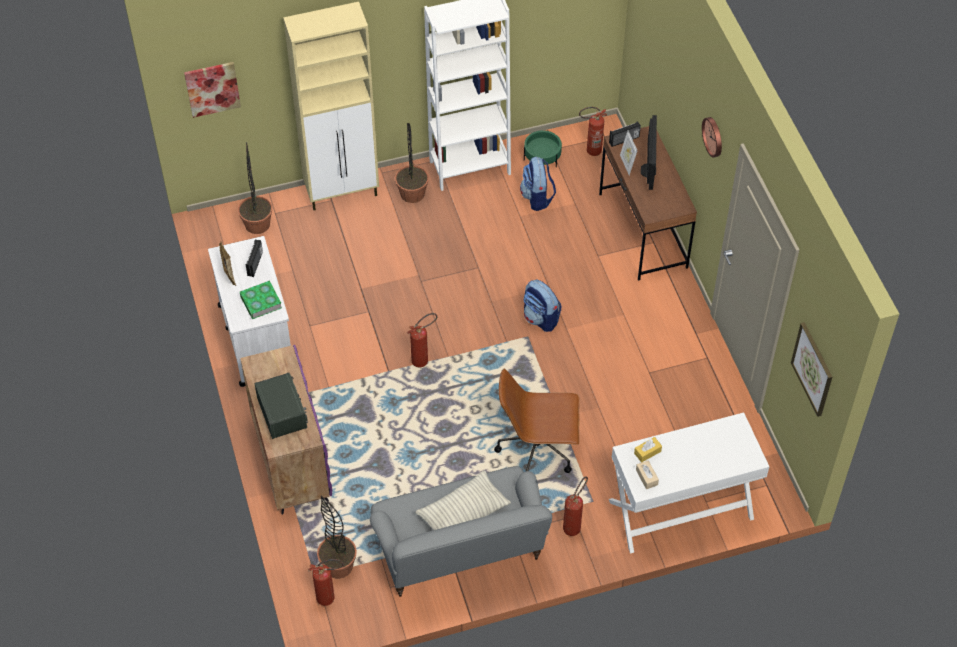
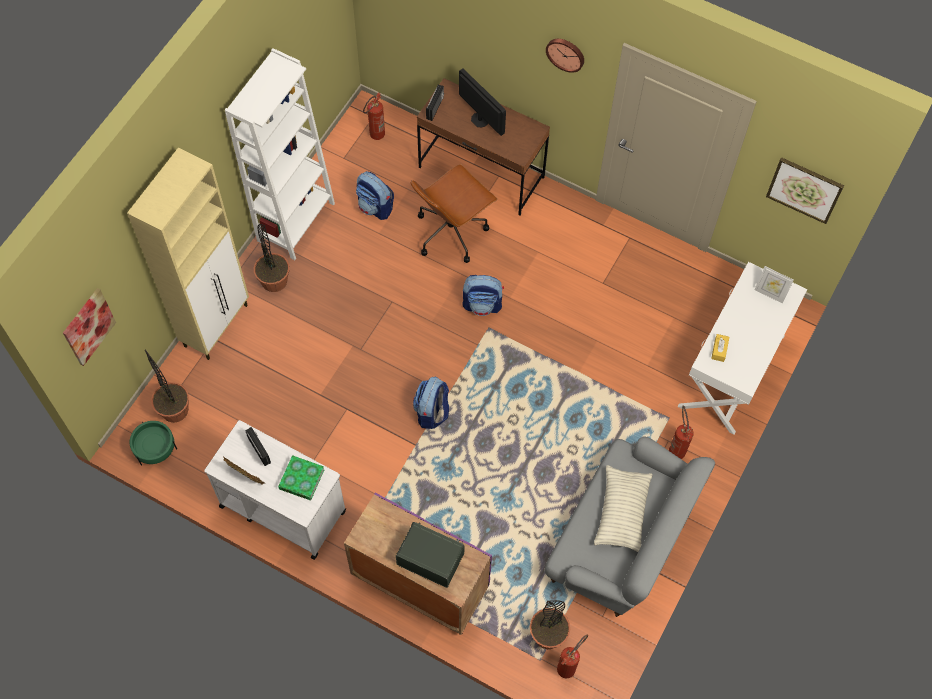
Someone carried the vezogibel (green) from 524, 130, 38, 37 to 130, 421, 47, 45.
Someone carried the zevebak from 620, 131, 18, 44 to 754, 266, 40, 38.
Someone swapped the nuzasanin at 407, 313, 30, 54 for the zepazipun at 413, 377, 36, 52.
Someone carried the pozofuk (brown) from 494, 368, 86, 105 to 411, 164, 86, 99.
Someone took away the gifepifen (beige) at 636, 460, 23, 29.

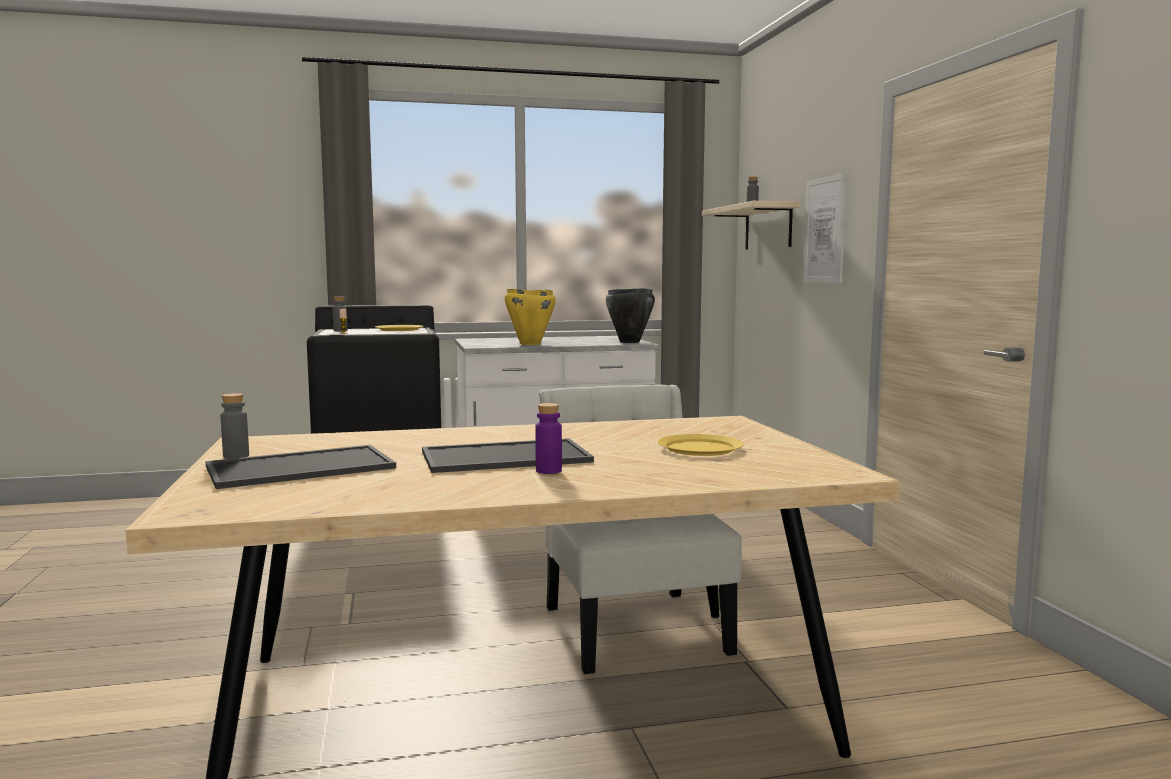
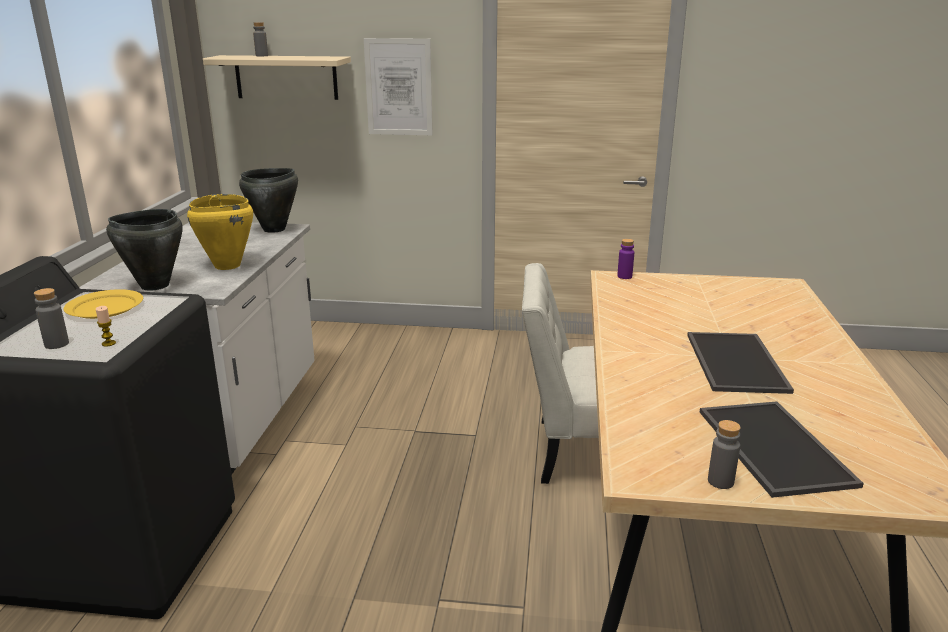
Someone carried the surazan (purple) from 535, 403, 27, 71 to 617, 239, 17, 40.
Someone took away the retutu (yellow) at 658, 434, 86, 22.
Someone put down the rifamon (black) at 106, 209, 77, 81.

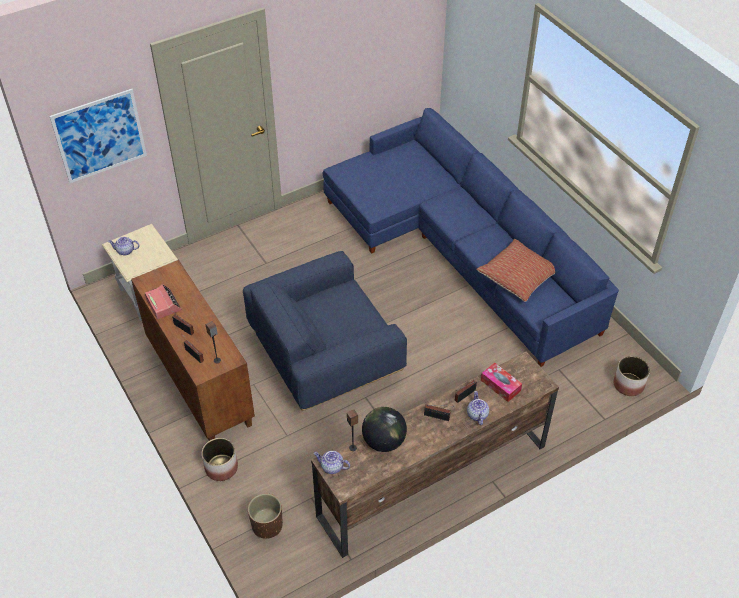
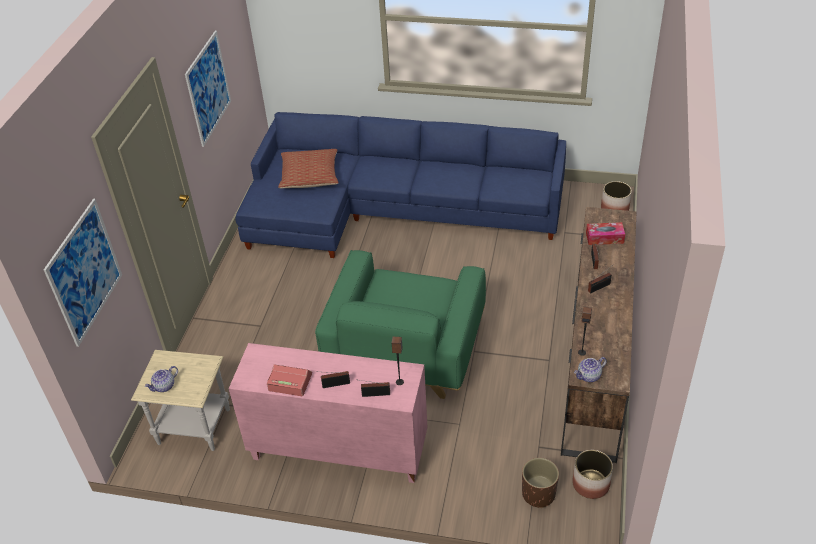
Someone carried the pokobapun from 476, 239, 79, 63 to 278, 149, 60, 39.
Someone repainted the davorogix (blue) at 243, 251, 164, 160, which became the davorogix (green) at 315, 250, 171, 149.
Someone repainted the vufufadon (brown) at 131, 260, 124, 181, which became the vufufadon (pink) at 229, 343, 198, 140.
Someone took away the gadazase at 467, 391, 22, 34.
Someone took away the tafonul at 362, 407, 45, 45.
Someone carried the vezogibel from 202, 438, 36, 43 to 572, 450, 41, 49.
Someone put up the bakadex at 185, 31, 46, 116.

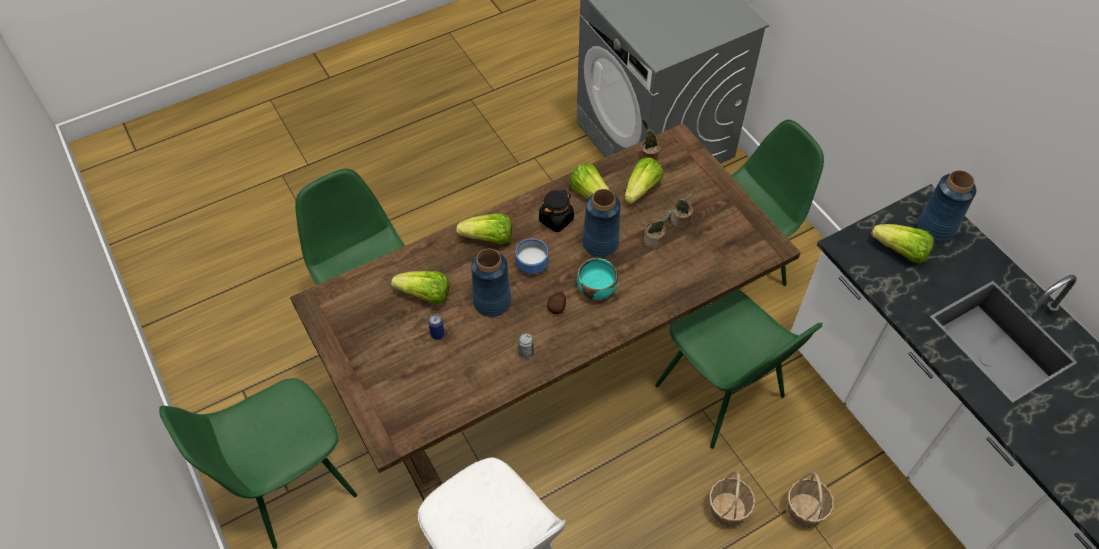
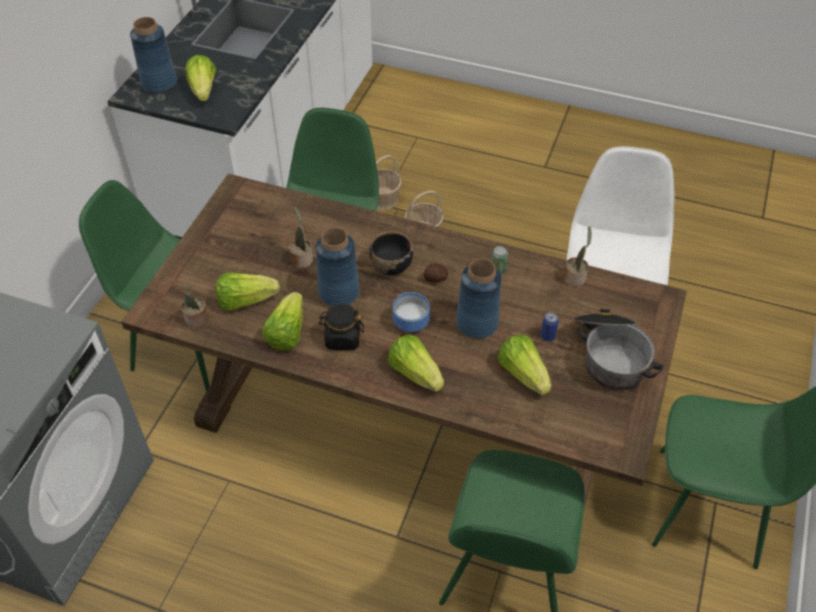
Someone carried the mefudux from 671, 193, 22, 35 to 563, 226, 29, 61.
Someone repainted the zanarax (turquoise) at 577, 258, 41, 42, which became the zanarax (black) at 370, 231, 43, 45.
Someone put down the rifamon at 573, 308, 91, 82.

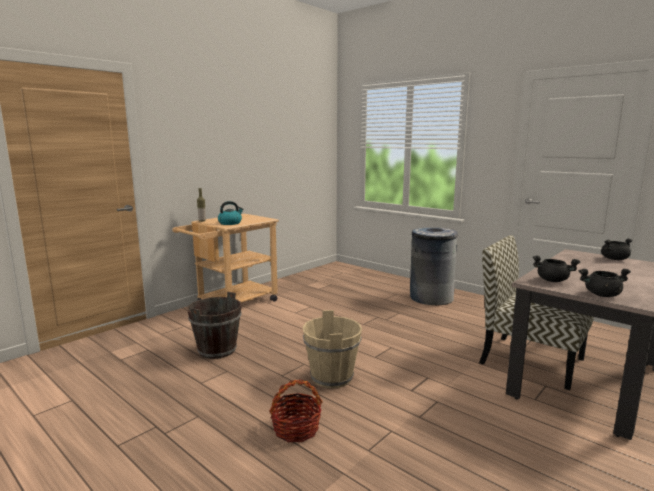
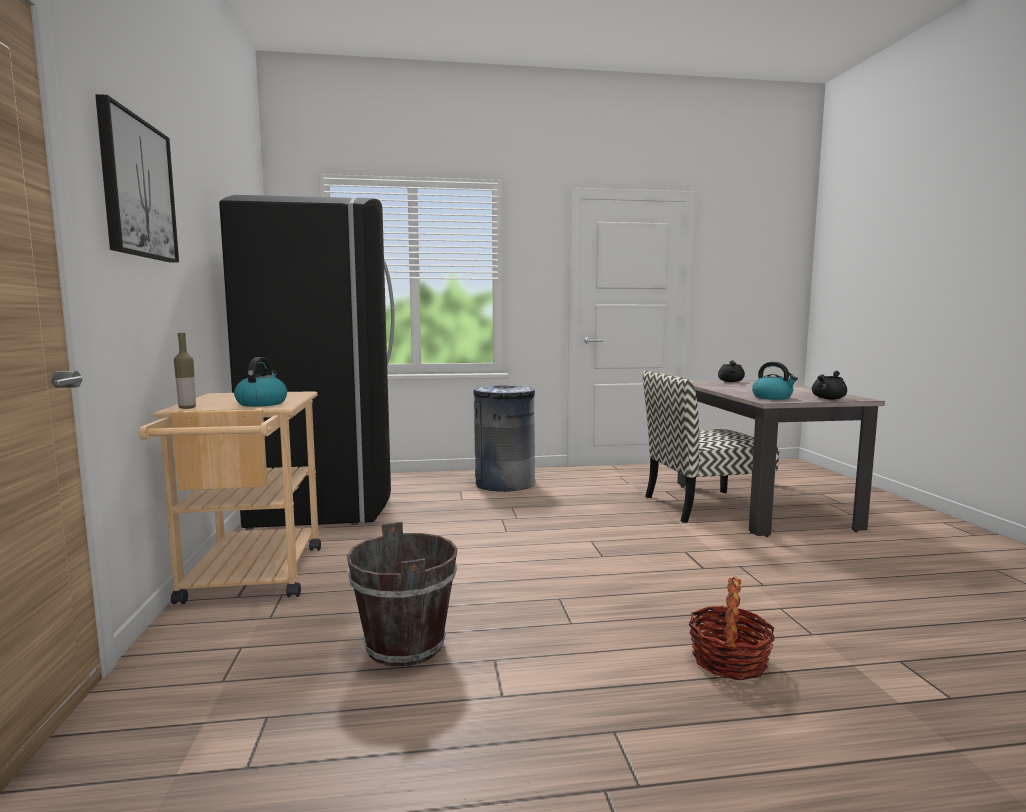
Someone swapped the rifamon (black) at 533, 255, 47, 27 for the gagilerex at 752, 362, 46, 38.
Someone took away the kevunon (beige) at 303, 310, 59, 78.
Someone put up the bakadex at 95, 94, 84, 169.
Someone put down the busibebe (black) at 219, 195, 176, 335.

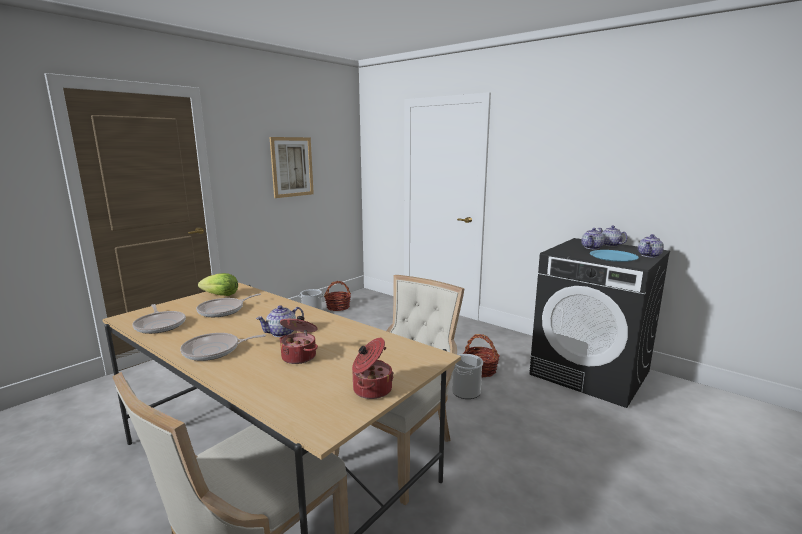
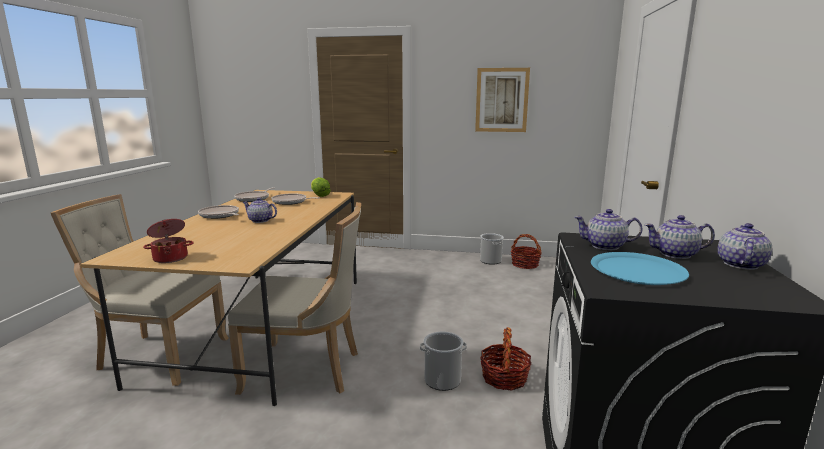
Someone carried the gadazase from 638, 234, 26, 24 to 574, 209, 69, 41.
Someone took away the rifamon at 280, 316, 38, 48.

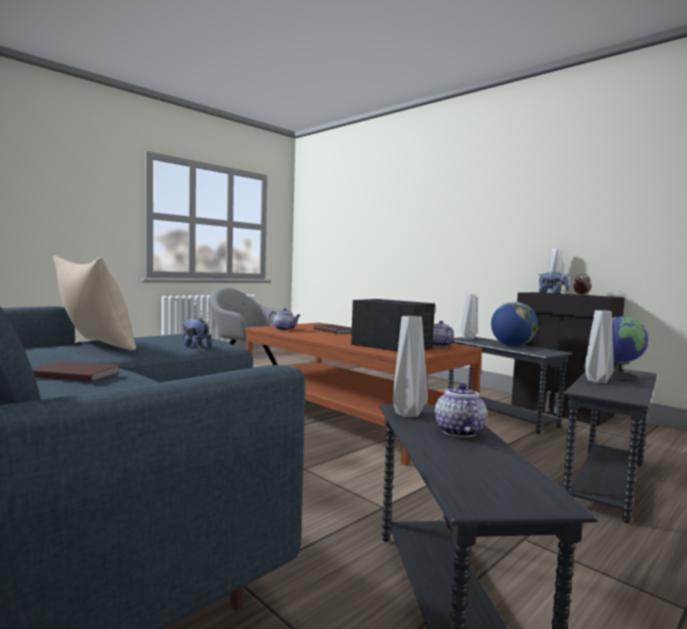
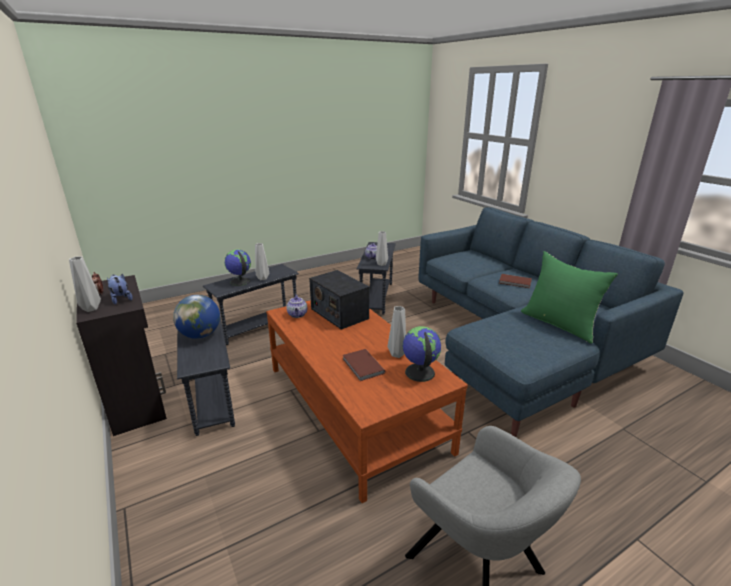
Someone repainted the pokobapun (beige) at 53, 255, 83, 96, which became the pokobapun (green) at 521, 251, 97, 93.
Someone carried the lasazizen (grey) from 460, 294, 17, 45 to 388, 306, 18, 52.
Someone swapped the gadazase at 269, 308, 32, 22 for the tafonul at 402, 326, 39, 56.
Someone took away the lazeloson at 183, 317, 29, 31.

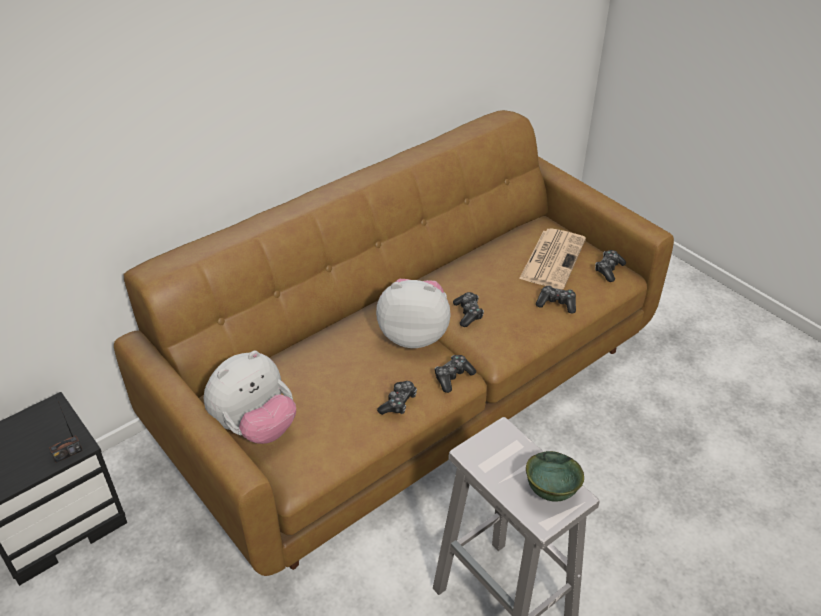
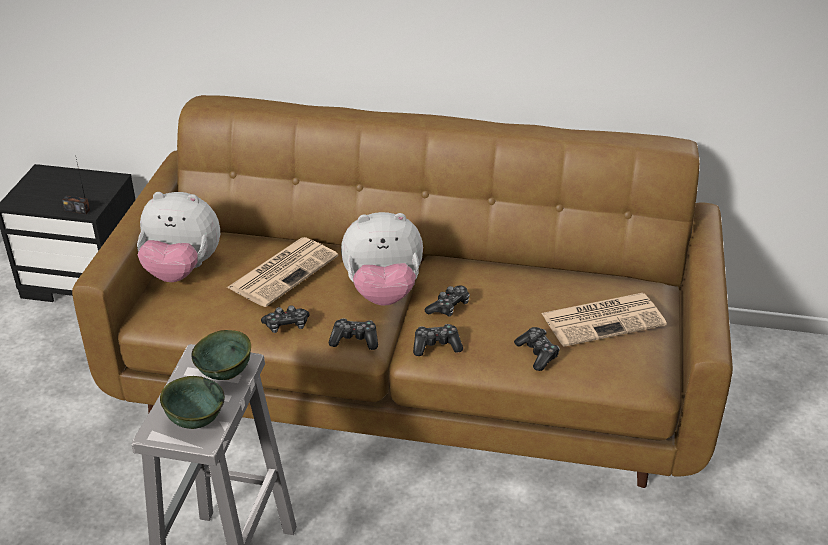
Someone carried the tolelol from 595, 250, 31, 32 to 413, 324, 50, 32.
Someone rotated the lazeloson at 376, 279, 75, 69 by 120 degrees clockwise.
Someone put down the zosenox at 226, 237, 112, 70.
Someone put down the zanarax (green) at 191, 330, 60, 50.

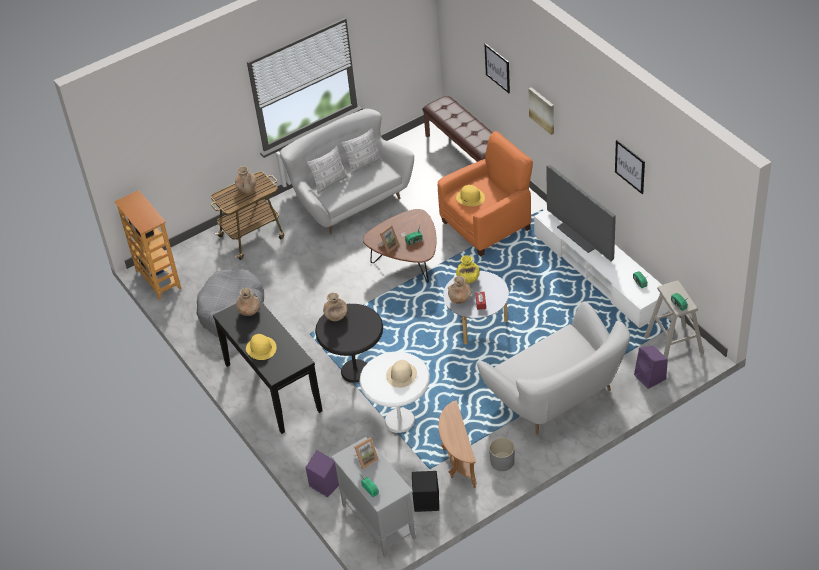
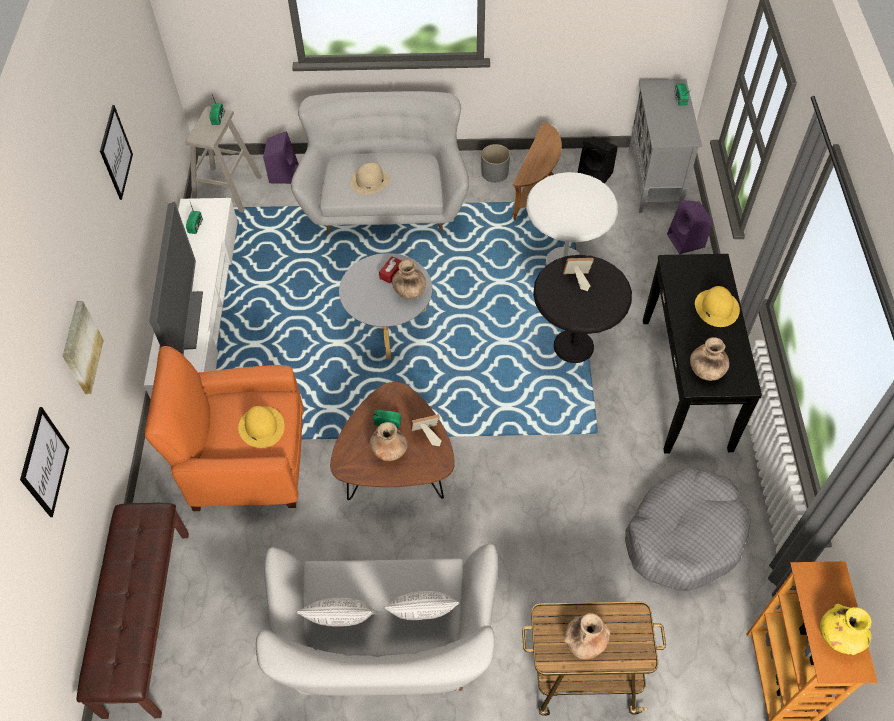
Someone carried the lasazizen (yellow) from 456, 255, 24, 28 to 820, 604, 51, 51.
Someone carried the lasazizen (brown) from 323, 293, 24, 28 to 369, 422, 38, 39.
Someone carried the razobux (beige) from 386, 360, 31, 28 to 350, 163, 40, 32.
Someone carried the zevebak from 353, 437, 26, 32 to 563, 258, 31, 33.

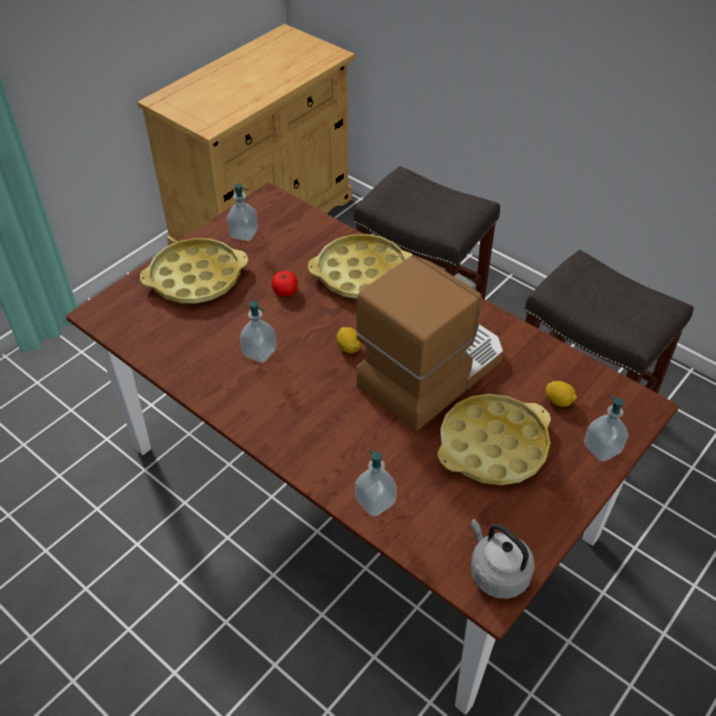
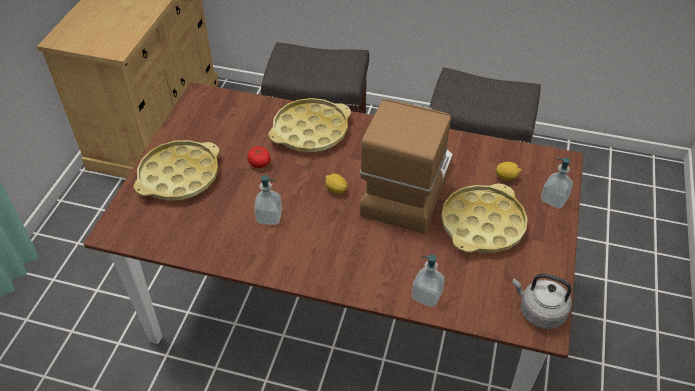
Someone took away the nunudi at 227, 184, 31, 57.

